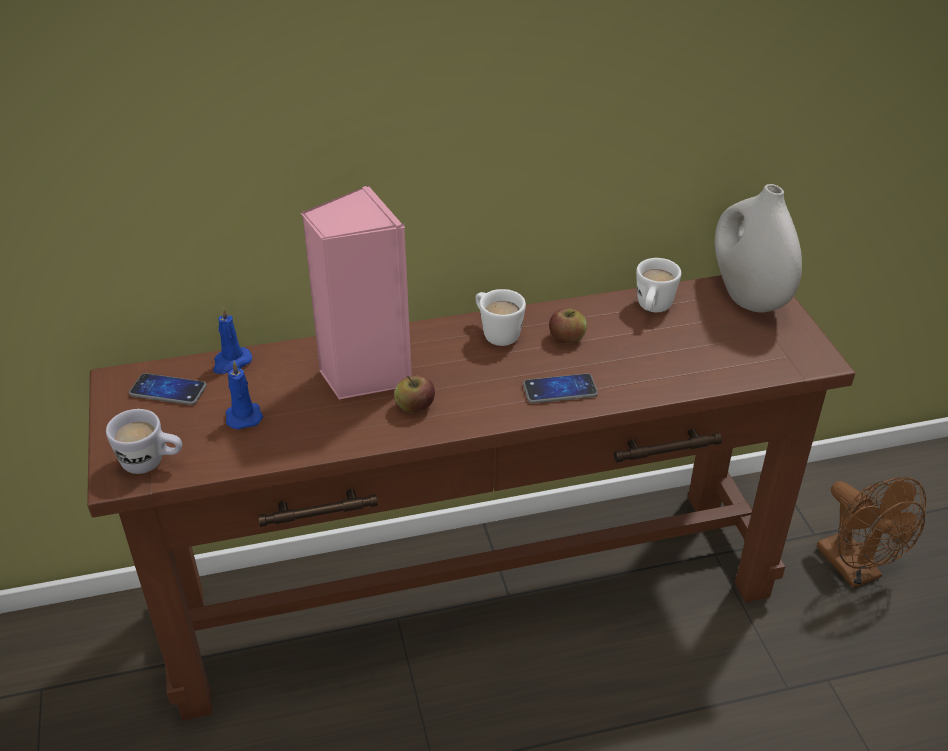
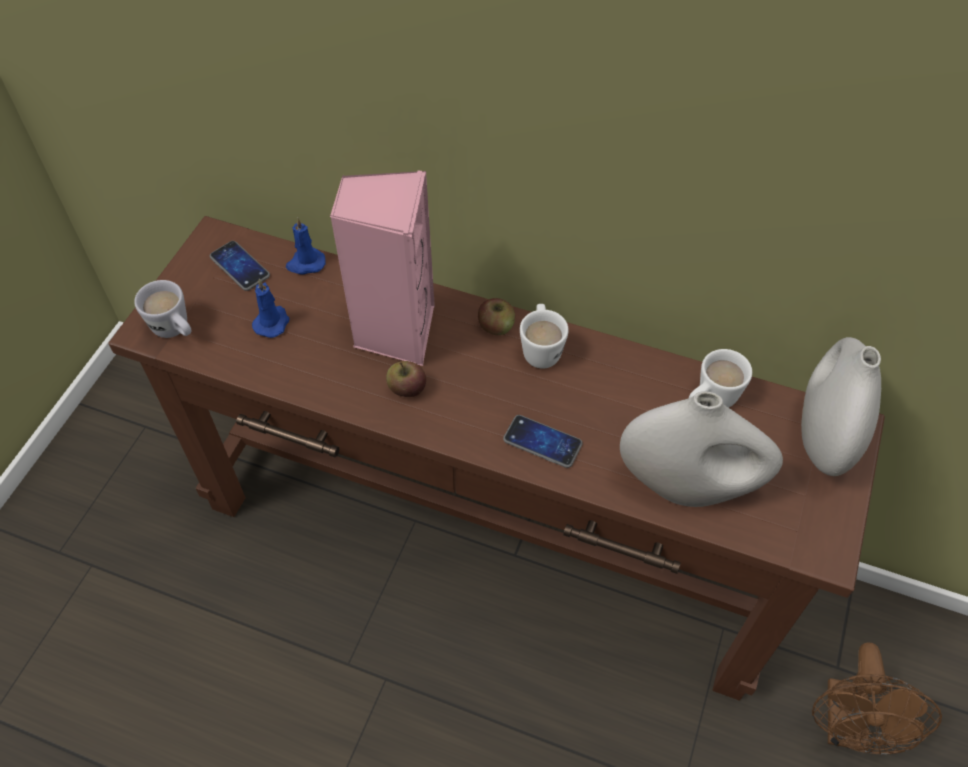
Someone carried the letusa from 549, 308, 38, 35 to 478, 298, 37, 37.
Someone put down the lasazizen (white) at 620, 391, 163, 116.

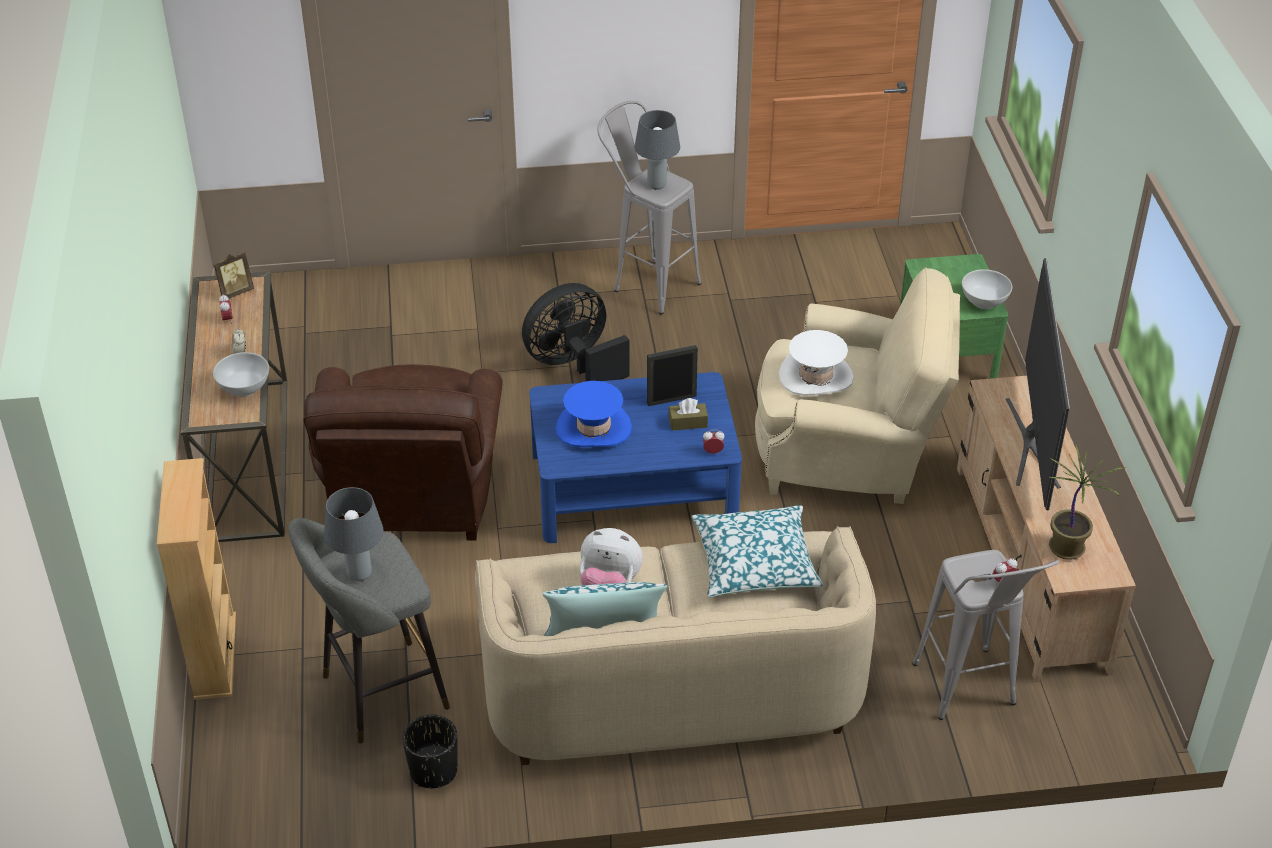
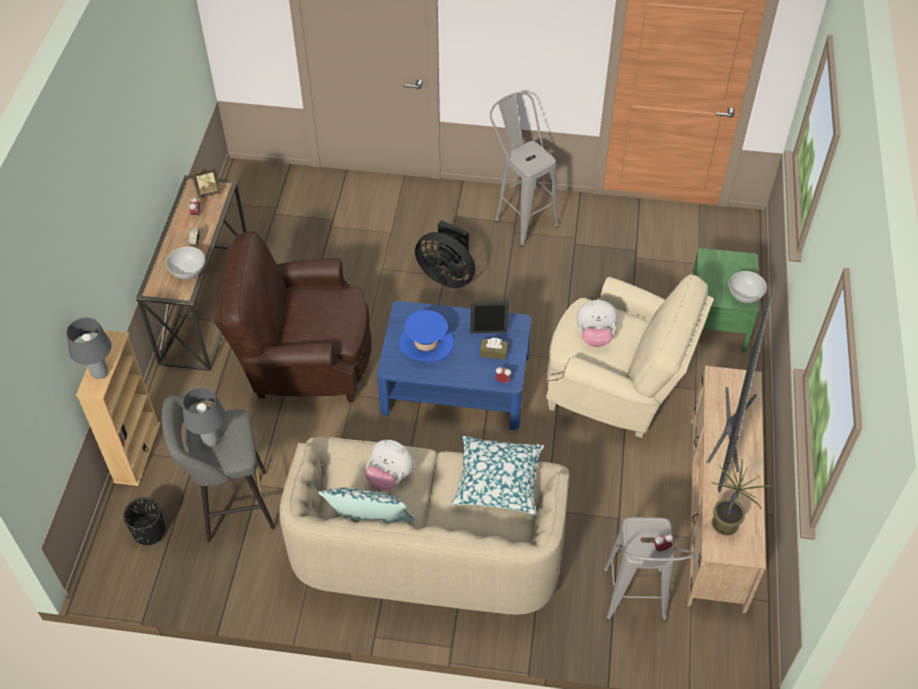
Someone carried the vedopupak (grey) from 634, 110, 46, 80 to 66, 317, 45, 62.
Someone rotated the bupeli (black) at 522, 283, 108, 98 by 135 degrees counterclockwise.
Someone swapped the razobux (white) at 779, 330, 75, 66 for the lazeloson at 576, 300, 42, 47.
Someone rotated the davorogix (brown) at 304, 364, 199, 176 by 75 degrees clockwise.
Someone carried the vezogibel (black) from 402, 715, 56, 73 to 123, 497, 42, 48.

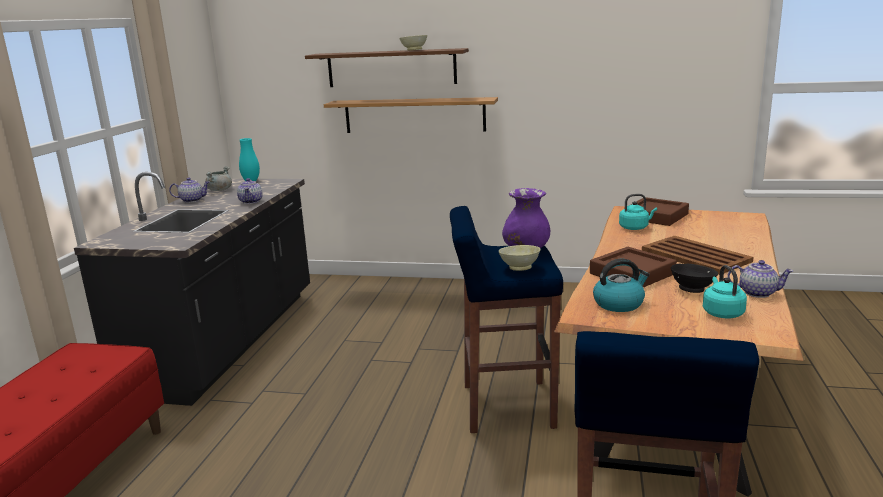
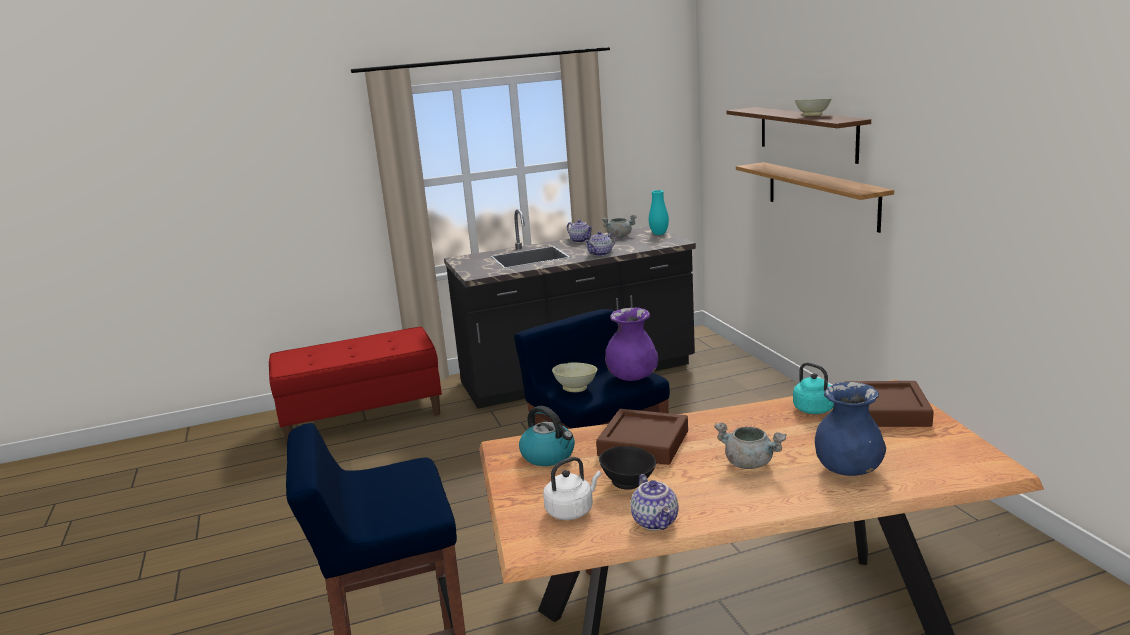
Someone swapped the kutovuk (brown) at 642, 236, 112, 39 for the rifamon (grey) at 715, 423, 72, 46.
Someone repainted the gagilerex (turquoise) at 703, 265, 44, 53, which became the gagilerex (white) at 543, 457, 58, 63.
Someone put down the lasazizen (blue) at 815, 382, 71, 94.

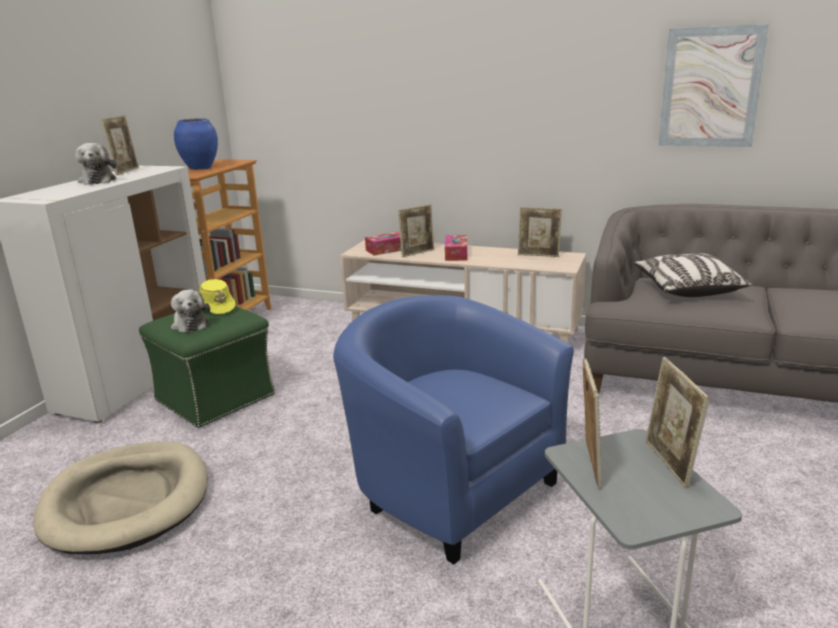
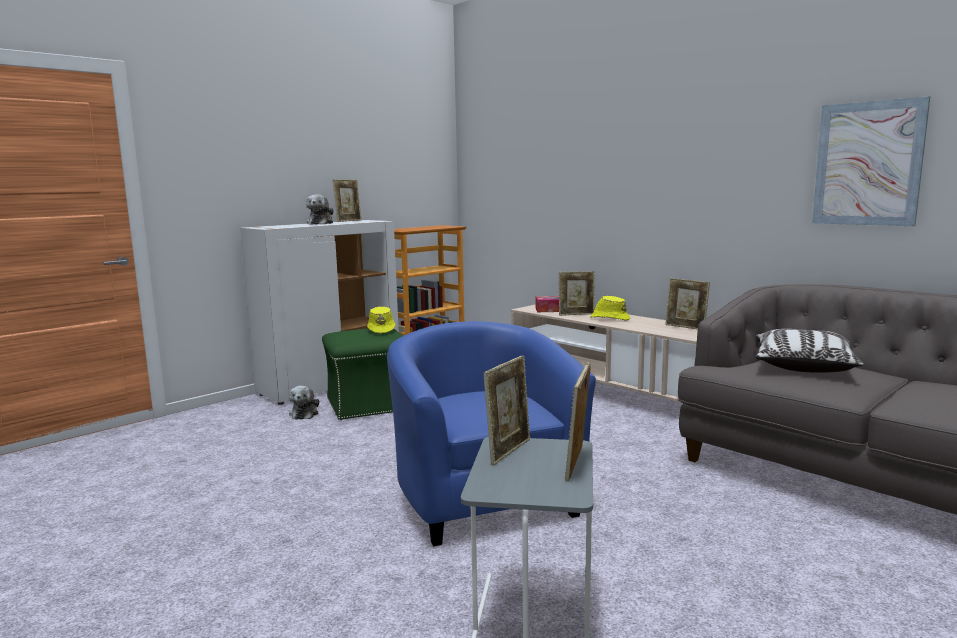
Someone took away the lasazizen (blue) at 174, 118, 44, 52.
Someone swapped the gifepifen at 445, 235, 22, 26 for the razobux (yellow) at 590, 296, 40, 25.
Someone carried the lazeloson from 171, 290, 39, 42 to 289, 386, 30, 34.
Someone took away the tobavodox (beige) at 34, 442, 174, 112.

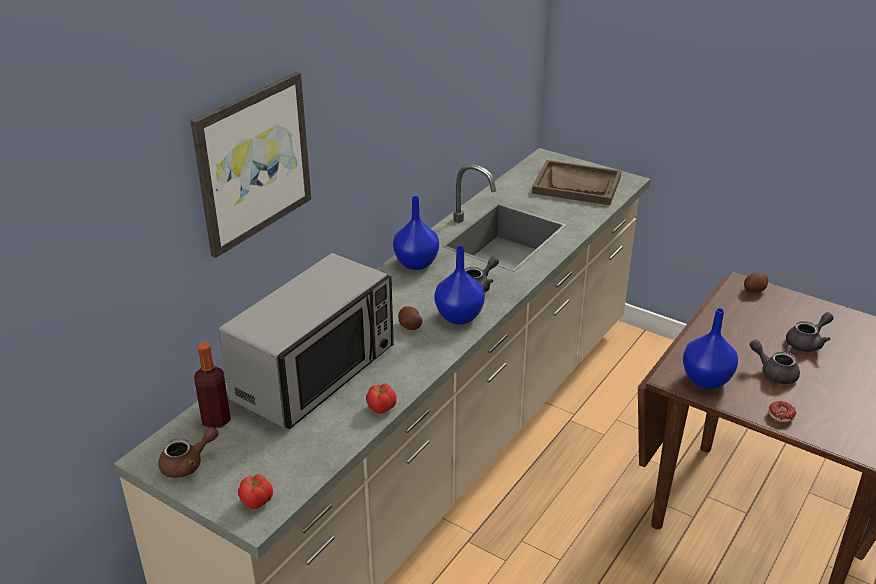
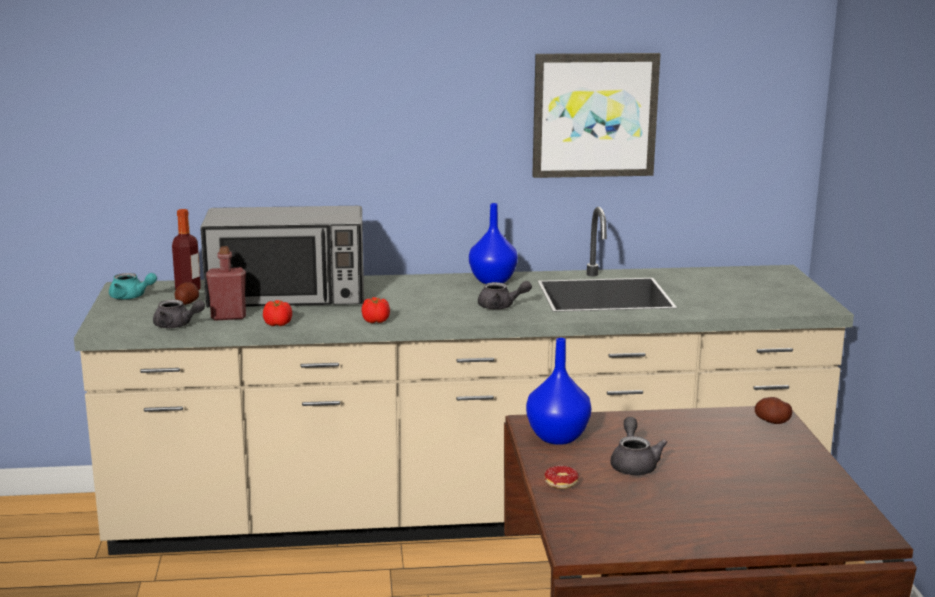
Someone carried the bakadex from 191, 72, 120, 186 to 532, 53, 128, 125.
Someone took away the kutovuk (brown) at 532, 160, 89, 45.
Someone took away the lasazizen (blue) at 434, 246, 51, 79.
Someone carried the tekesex from 398, 306, 24, 24 to 175, 282, 24, 23.
Someone carried the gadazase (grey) from 786, 312, 47, 40 to 153, 299, 52, 29.
Someone repainted the gadazase (brown) at 158, 427, 60, 51, which became the gadazase (turquoise) at 109, 273, 48, 27.
Someone carried the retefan from 238, 474, 35, 35 to 362, 297, 28, 26.
Someone put down the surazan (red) at 206, 246, 40, 75.

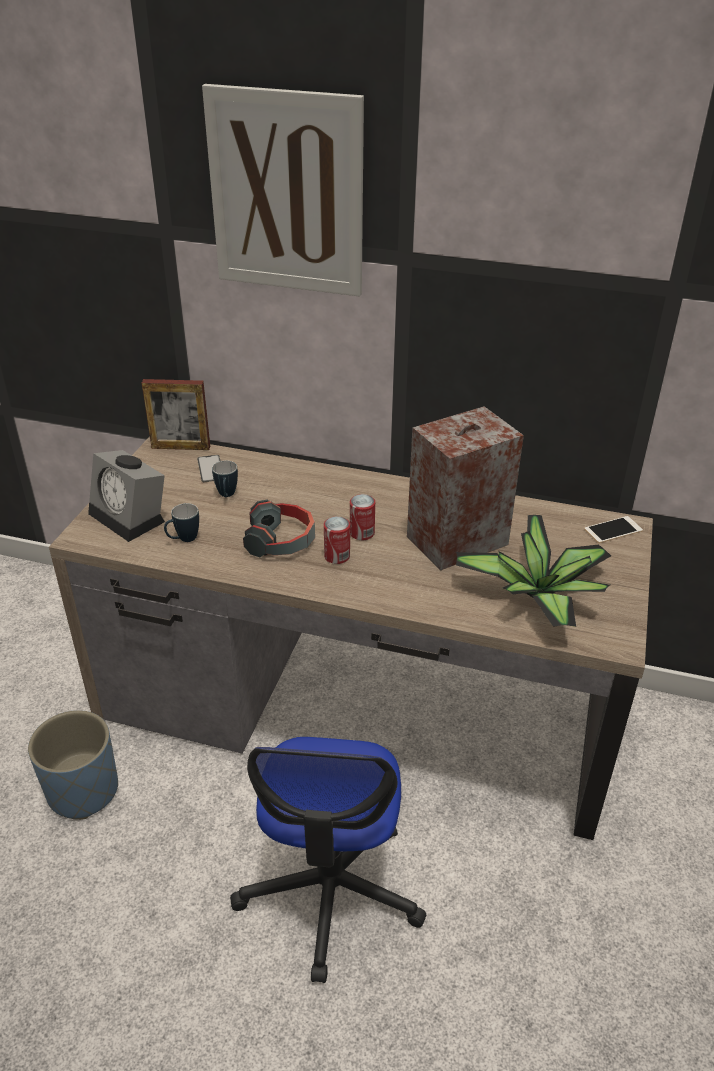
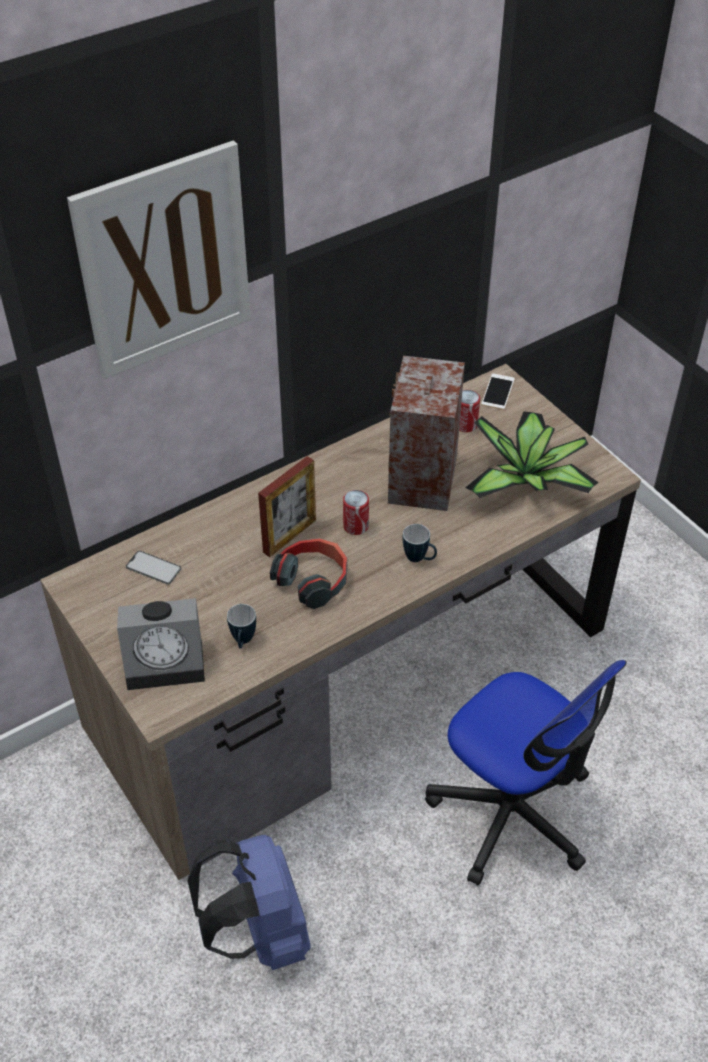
Someone carried the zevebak from 142, 379, 68, 71 to 258, 456, 58, 101.
Someone carried the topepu from 212, 460, 26, 37 to 403, 524, 34, 38.
Someone carried the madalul from 324, 516, 26, 48 to 459, 390, 21, 42.
Someone swapped the vezogibel (blue) at 28, 710, 90, 110 for the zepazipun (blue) at 187, 835, 124, 135.

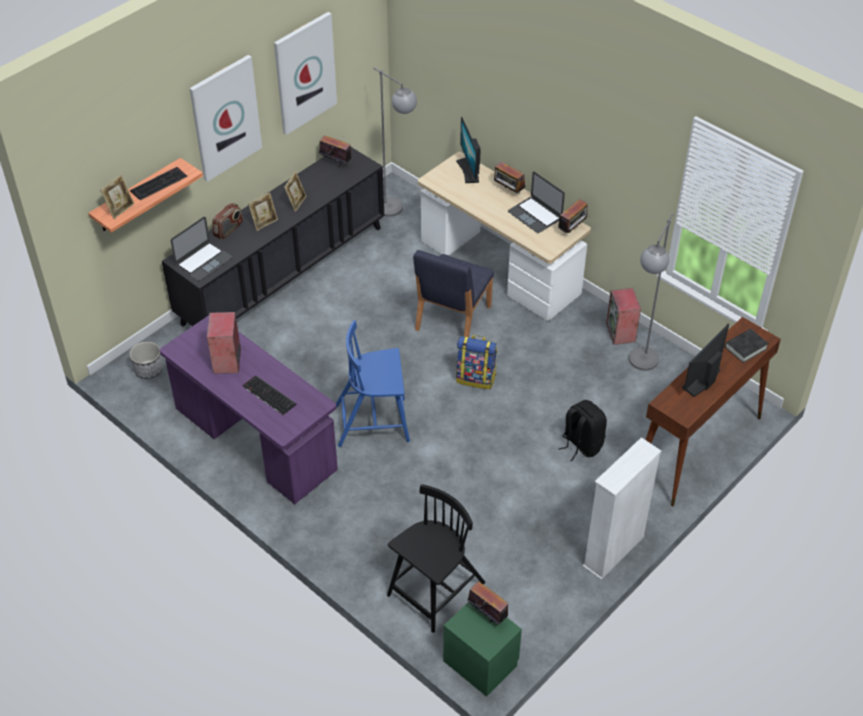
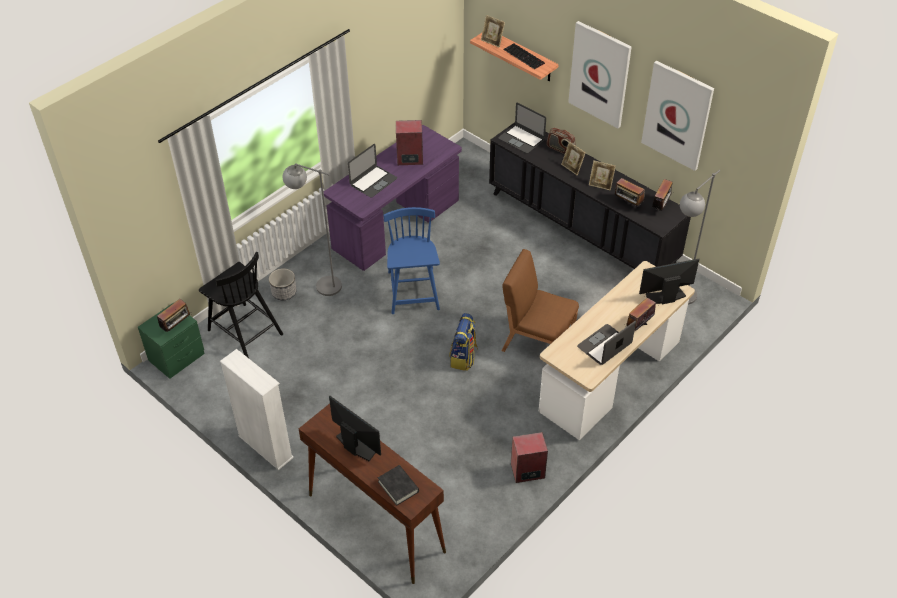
Someone carried the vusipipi from 558, 199, 30, 36 to 615, 178, 30, 28.
Someone carried the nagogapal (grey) from 629, 214, 45, 157 to 282, 163, 60, 133.
Someone repainted the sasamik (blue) at 413, 250, 81, 87, which became the sasamik (brown) at 502, 249, 77, 103.
Someone carried the vezogibel from 130, 342, 33, 37 to 269, 268, 27, 32.
Someone swapped the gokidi at 242, 375, 55, 40 for the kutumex at 348, 144, 49, 54.
Someone took away the zepazipun (black) at 559, 400, 48, 61.

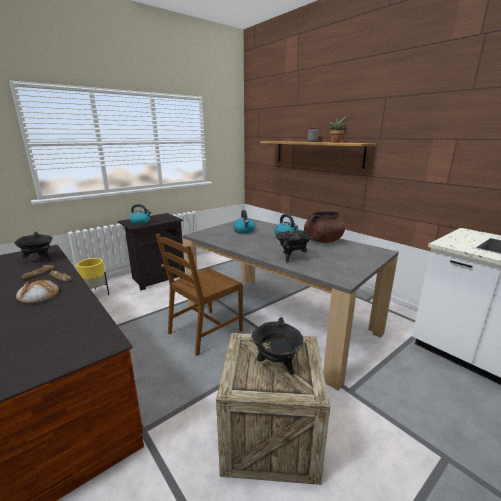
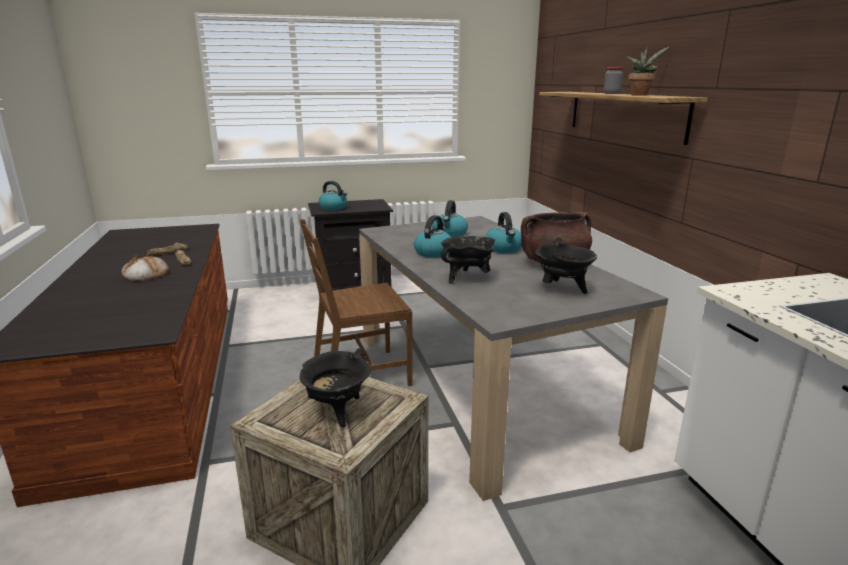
Someone carried the rifamon (black) from 14, 232, 39, 28 to 535, 237, 62, 57.
Someone took away the vezogibel (yellow) at 76, 258, 33, 37.
Someone put down the gagilerex at 414, 215, 37, 43.

